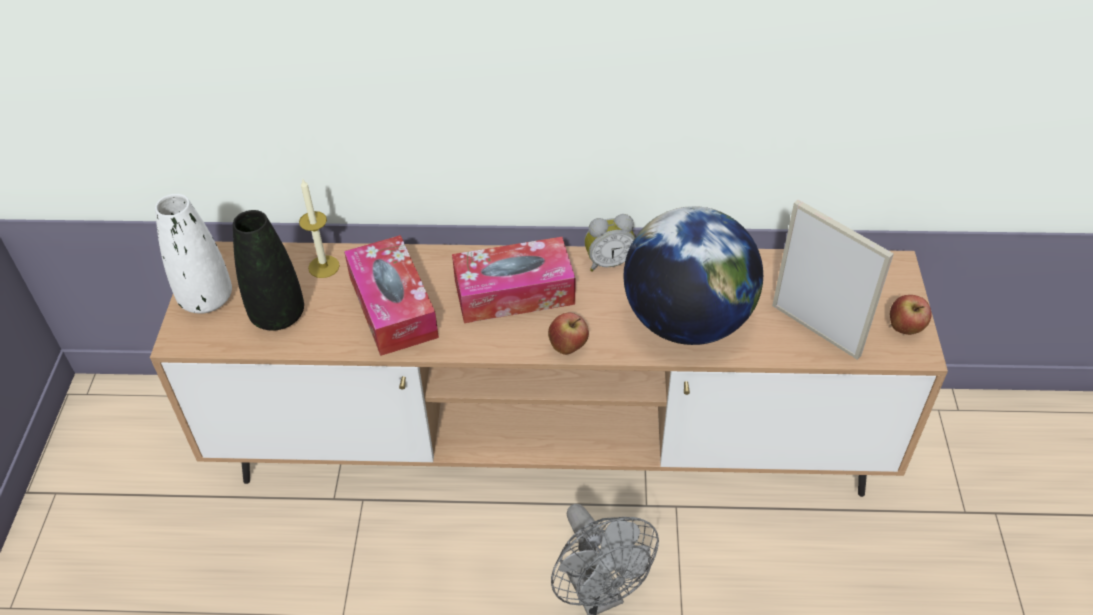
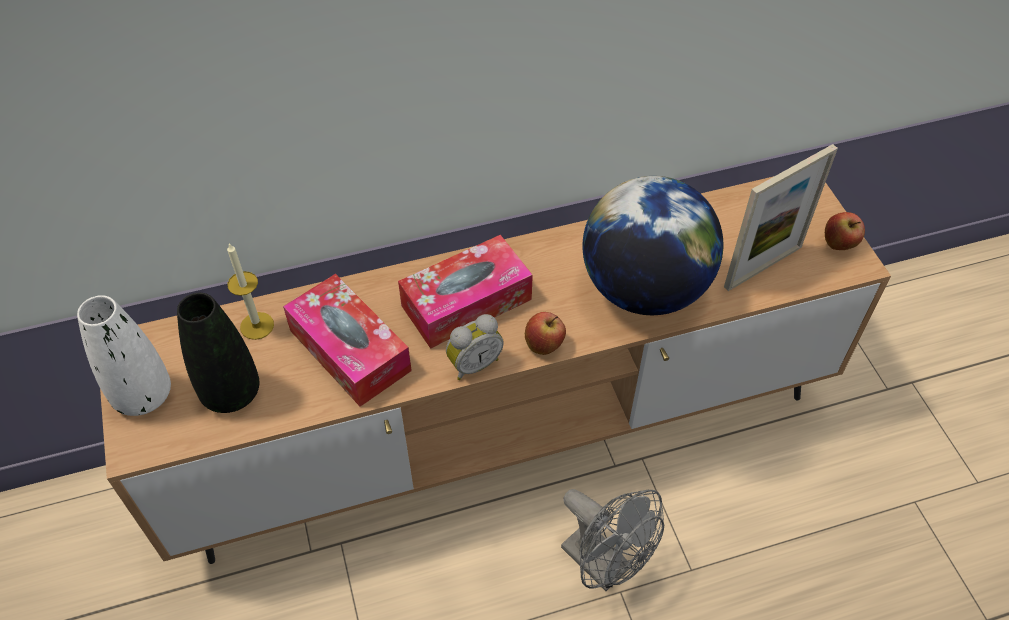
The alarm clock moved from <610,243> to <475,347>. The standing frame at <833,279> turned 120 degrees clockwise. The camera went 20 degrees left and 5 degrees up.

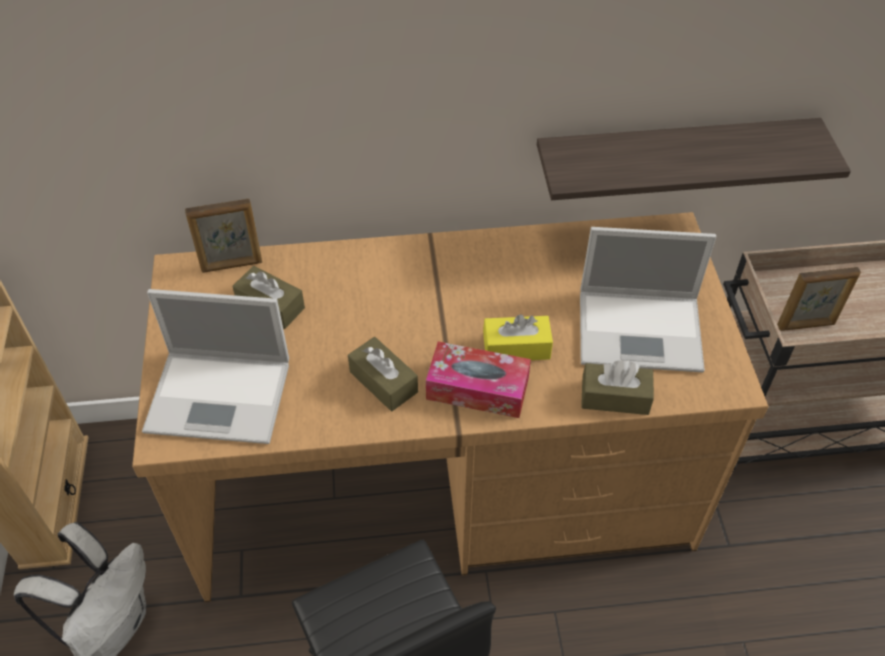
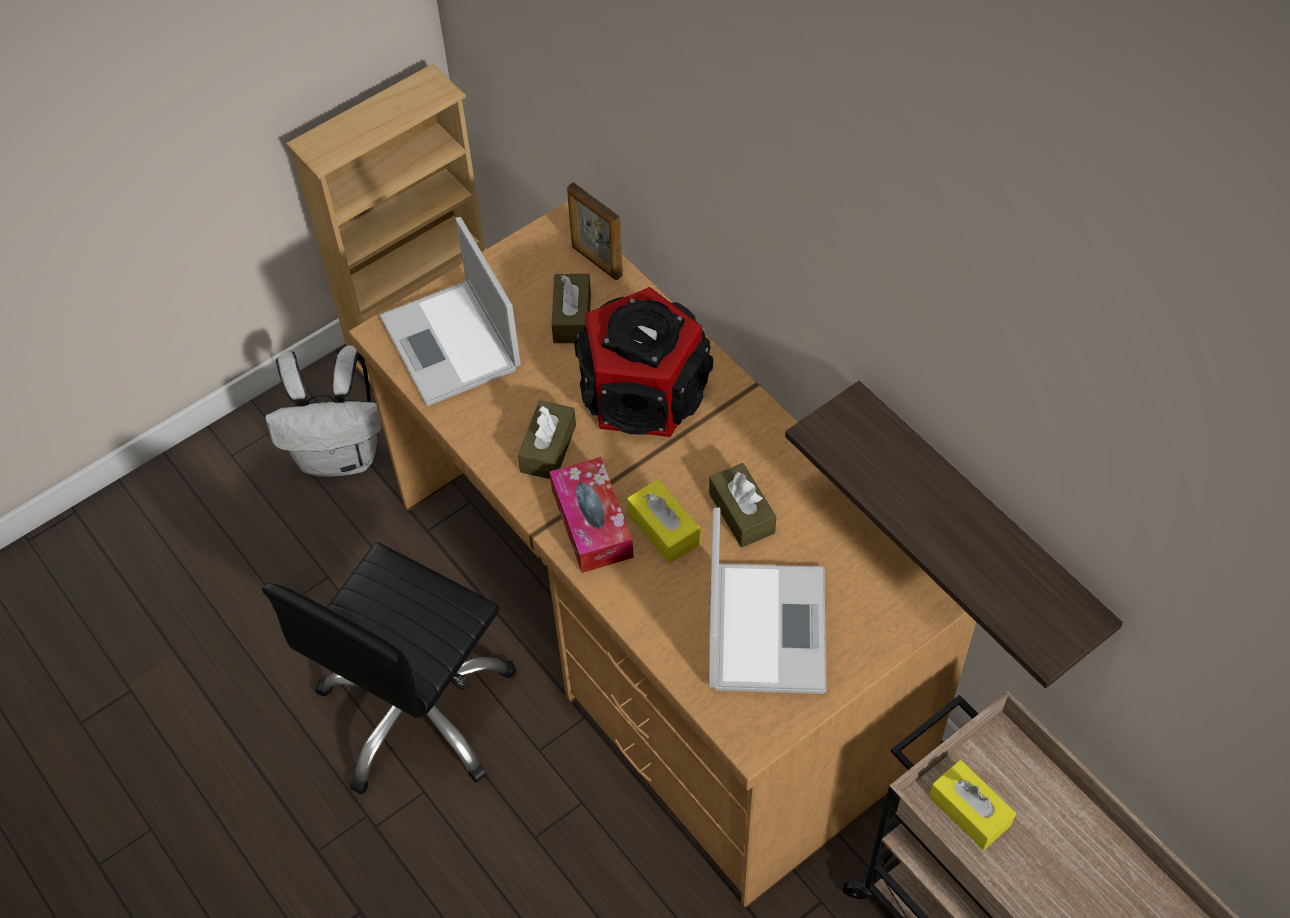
The portable computer at <648,299> turned 150 degrees counterclockwise. The box of tissues/brown moved from <617,387> to <742,505>. The standing frame at <819,299> was replaced by the box of tissues/yellowish at <972,805>. The loudspeaker at <644,362> appeared. The camera went 60 degrees right and 5 degrees up.

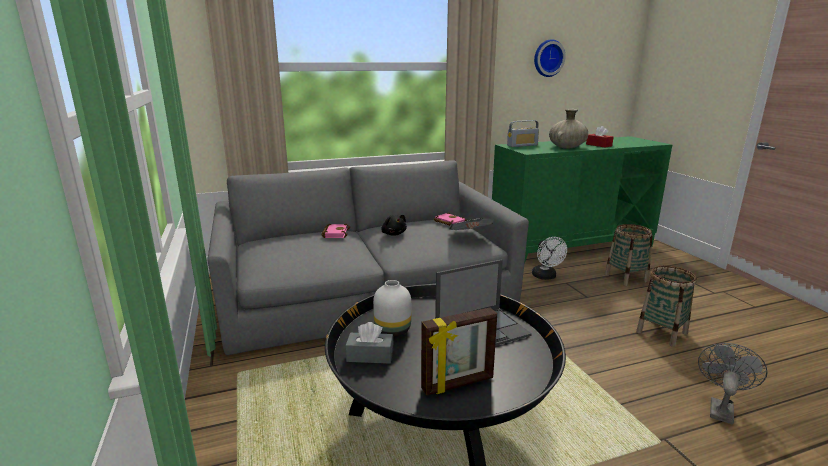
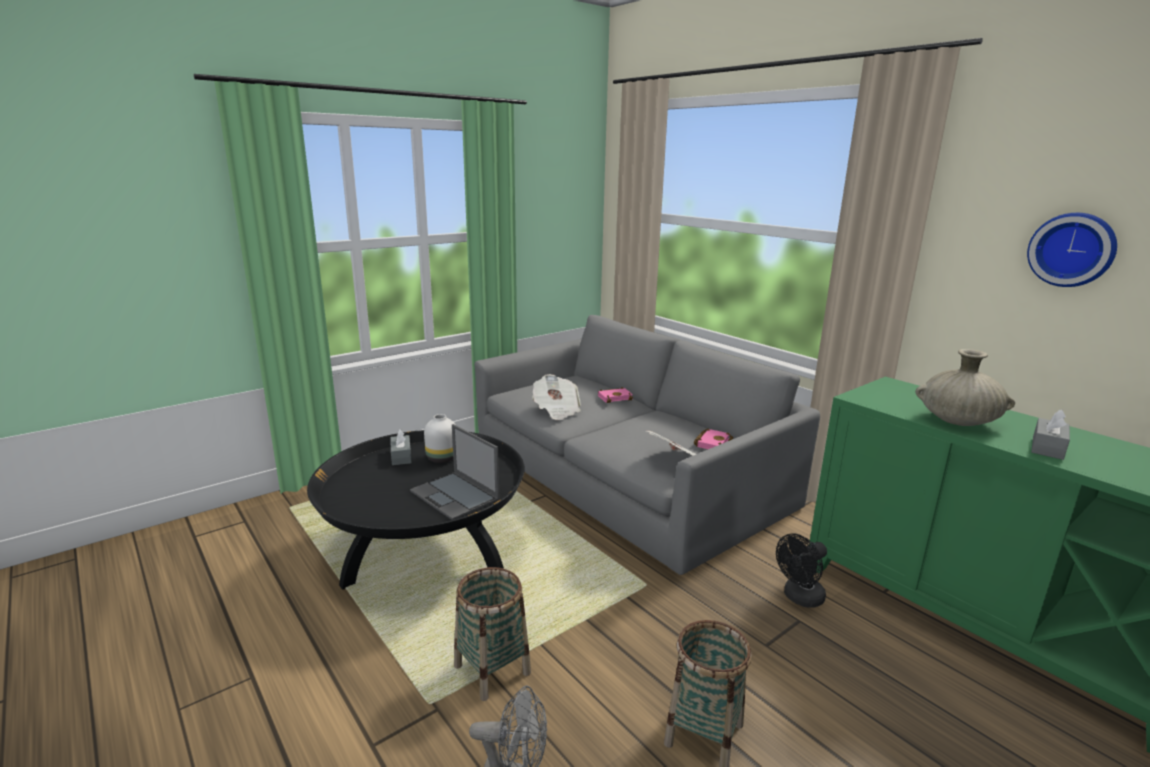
The plush toy/black at <394,225> disappeared. The standing frame at <459,351> disappeared. The radio set at <523,133> disappeared. The electric fan/white at <549,258> became the electric fan/black at <801,571>. The box of tissues/red at <599,136> became the box of tissues/grey at <1050,435>. The household basket moved from <628,255> to <492,634>. The daily paper at <556,397> appeared. The camera went 70 degrees right and 0 degrees up.

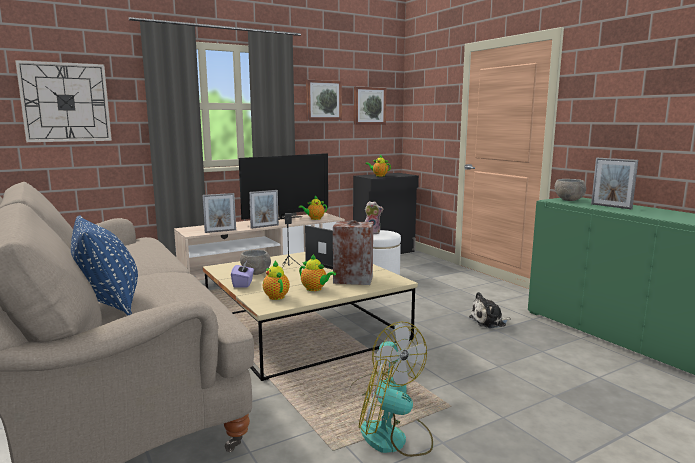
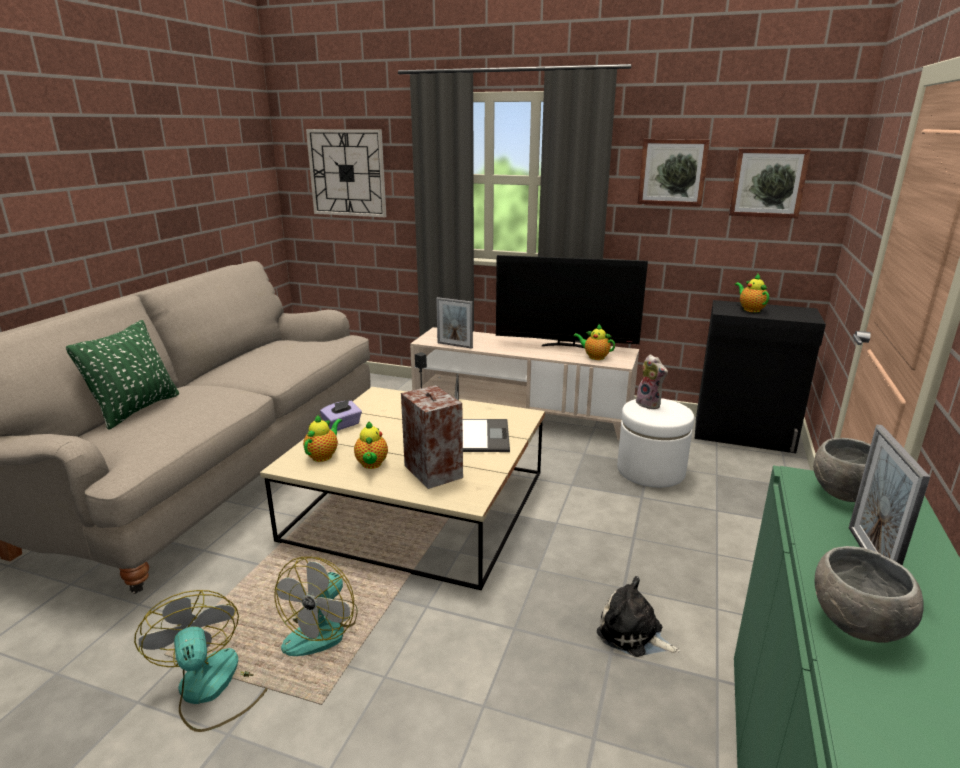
The pillow/blue at <104,265> became the pillow/greenish at <122,375>. The serving bowl/grey moved from <255,262> to <869,594>. The standing frame at <264,209> disappeared. The camera went 50 degrees right and 10 degrees up.

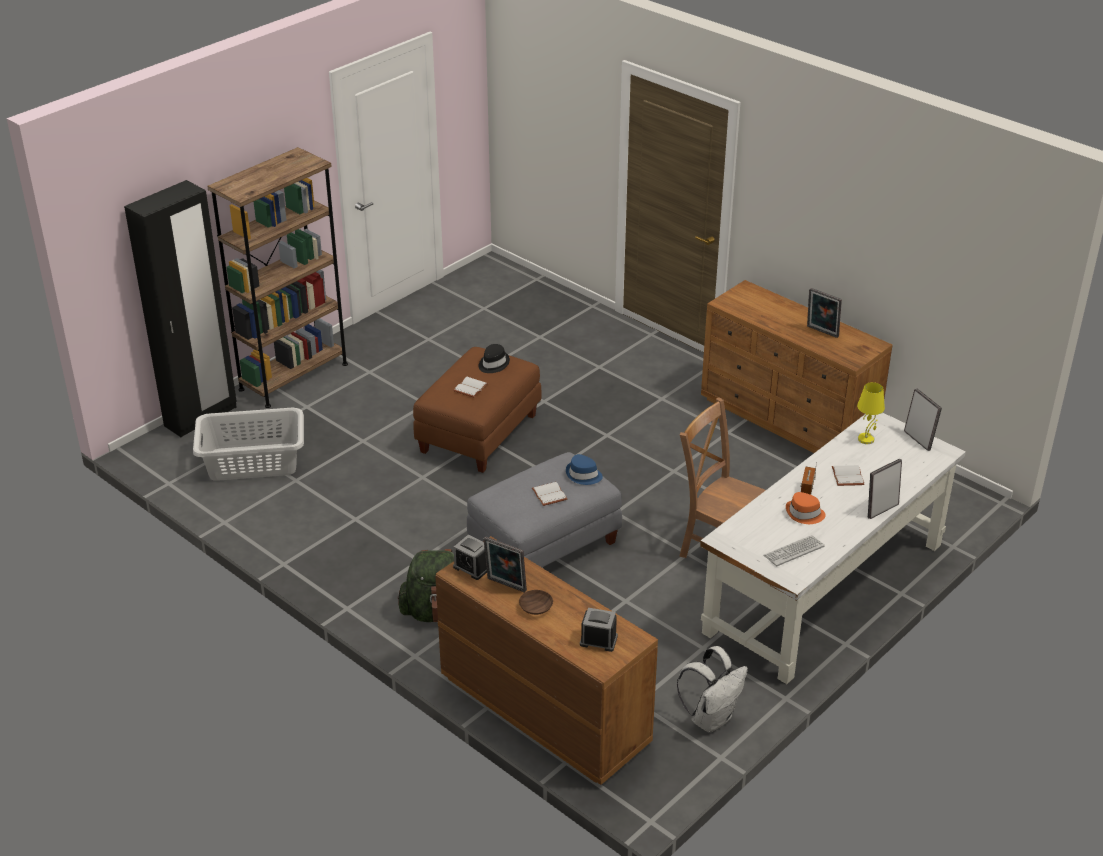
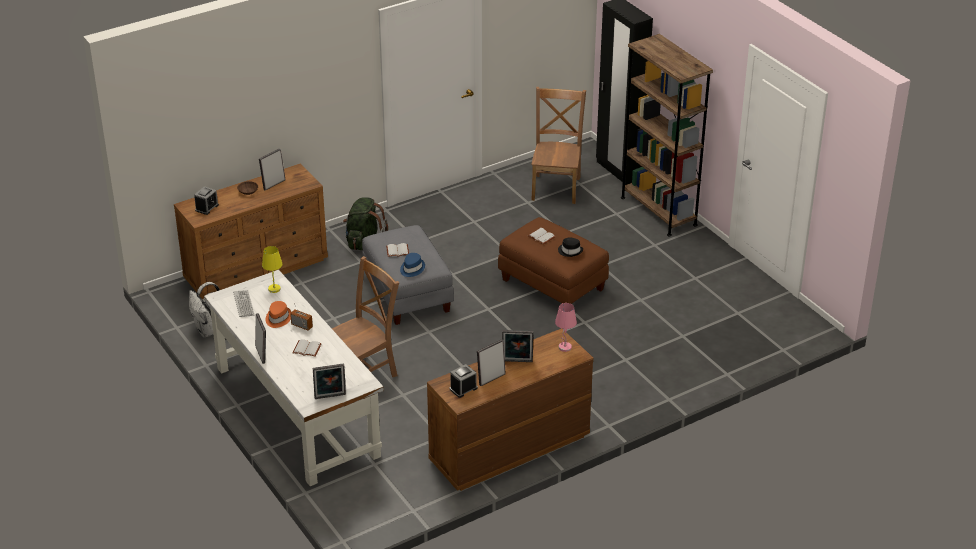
The hamper/grey at <248,444> was replaced by the upright chair/brown at <558,145>. The alarm clock moved from <470,557> to <464,381>. The table lamp/yellowish moved from <871,413> to <272,269>. The standing frame at <517,346> appeared. The table lamp/pink at <566,327> appeared. The camera went 105 degrees right and 0 degrees up.

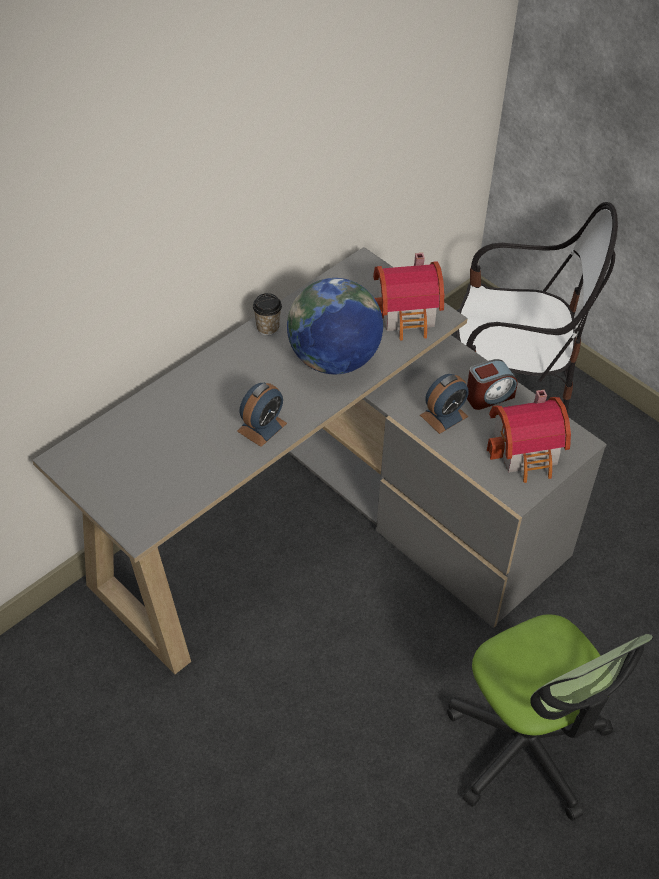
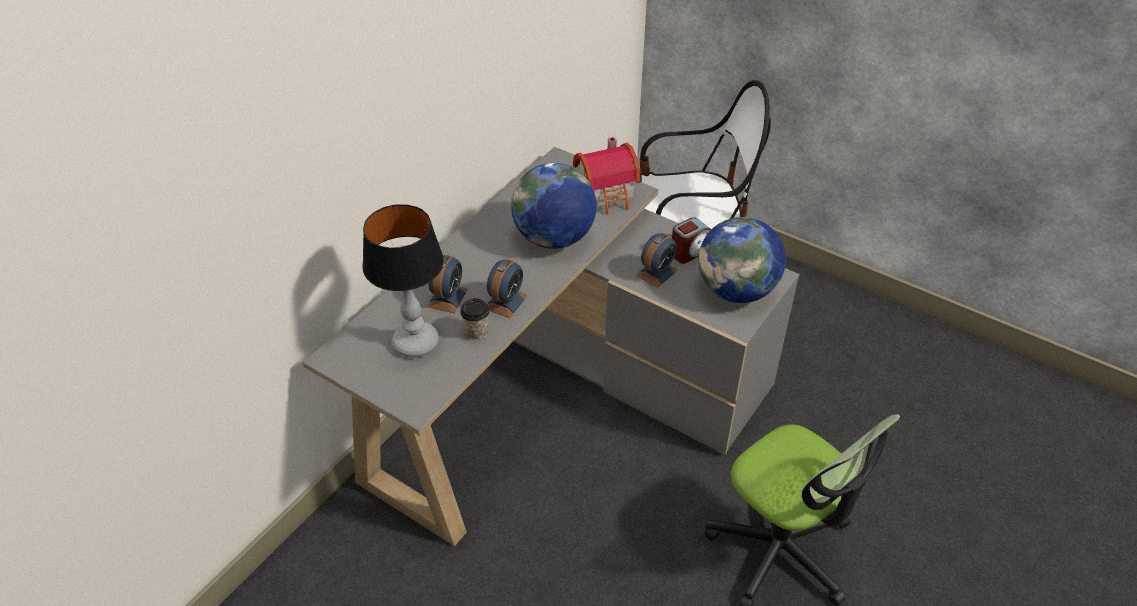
The small cup moved from <267,314> to <475,319>. The toy house at <529,436> was replaced by the globe at <742,260>. The table lamp at <403,280> appeared. The alarm clock at <447,284> appeared. The camera went 10 degrees left and 5 degrees down.

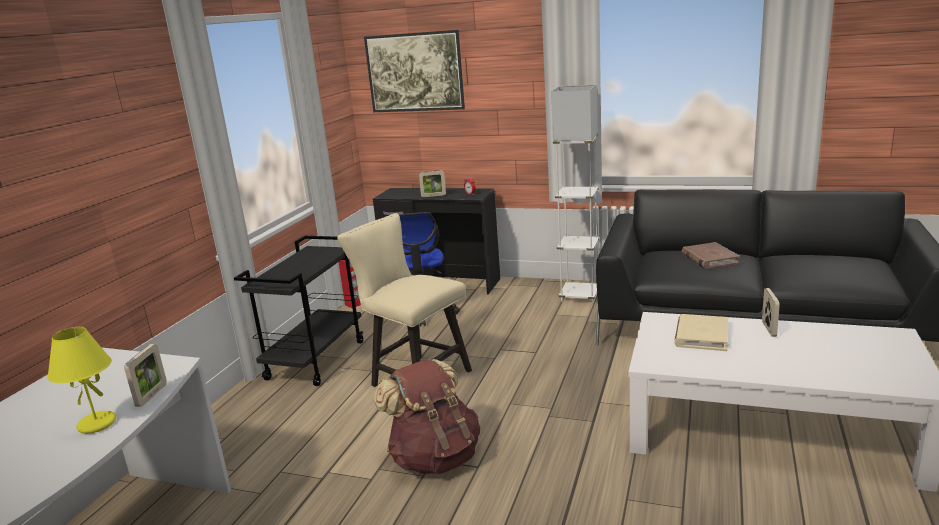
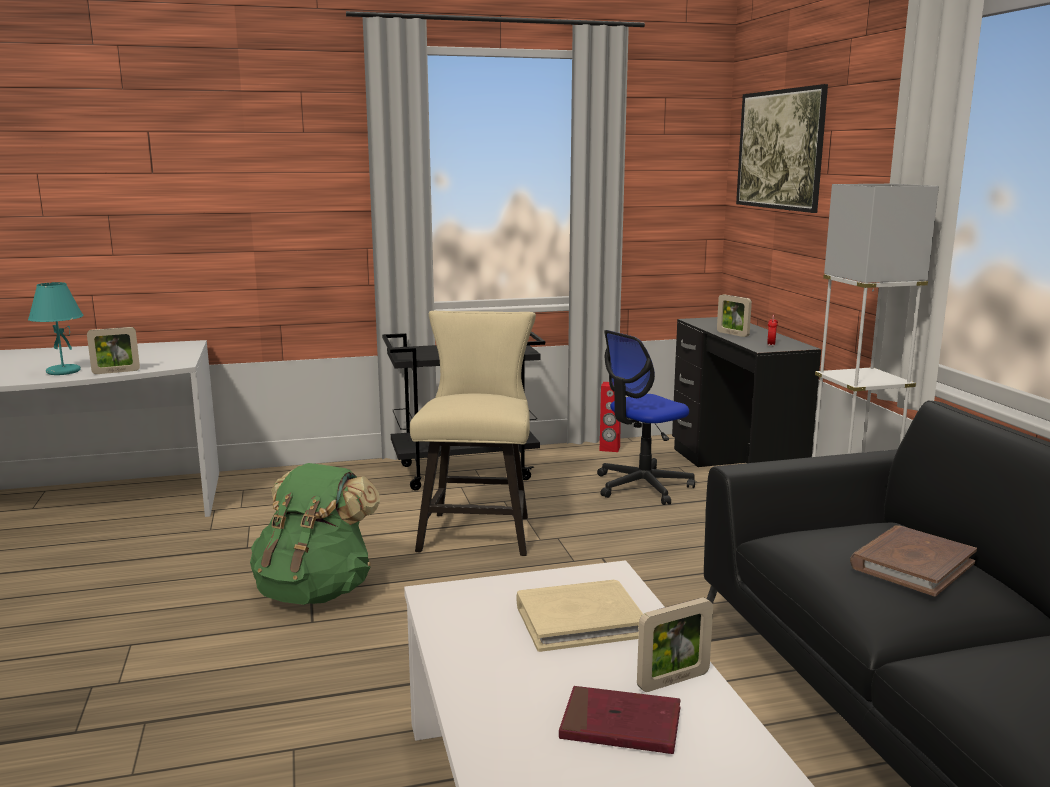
The table lamp/yellowish at <81,380> became the table lamp/turquoise-coloured at <56,328>. The rucksack/brown at <427,416> became the rucksack/greenish at <315,534>. The volume/red at <620,720> appeared. The camera went 55 degrees right and 5 degrees down.

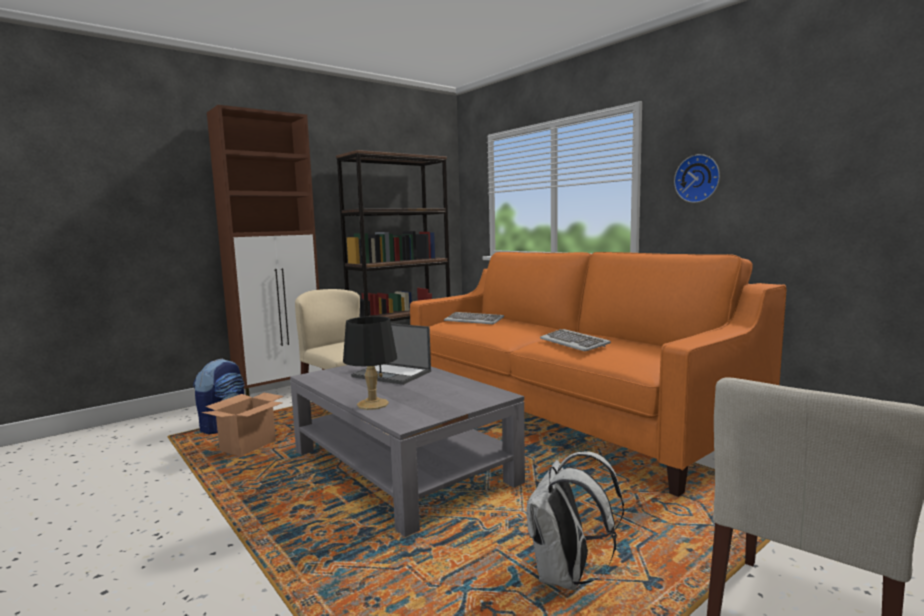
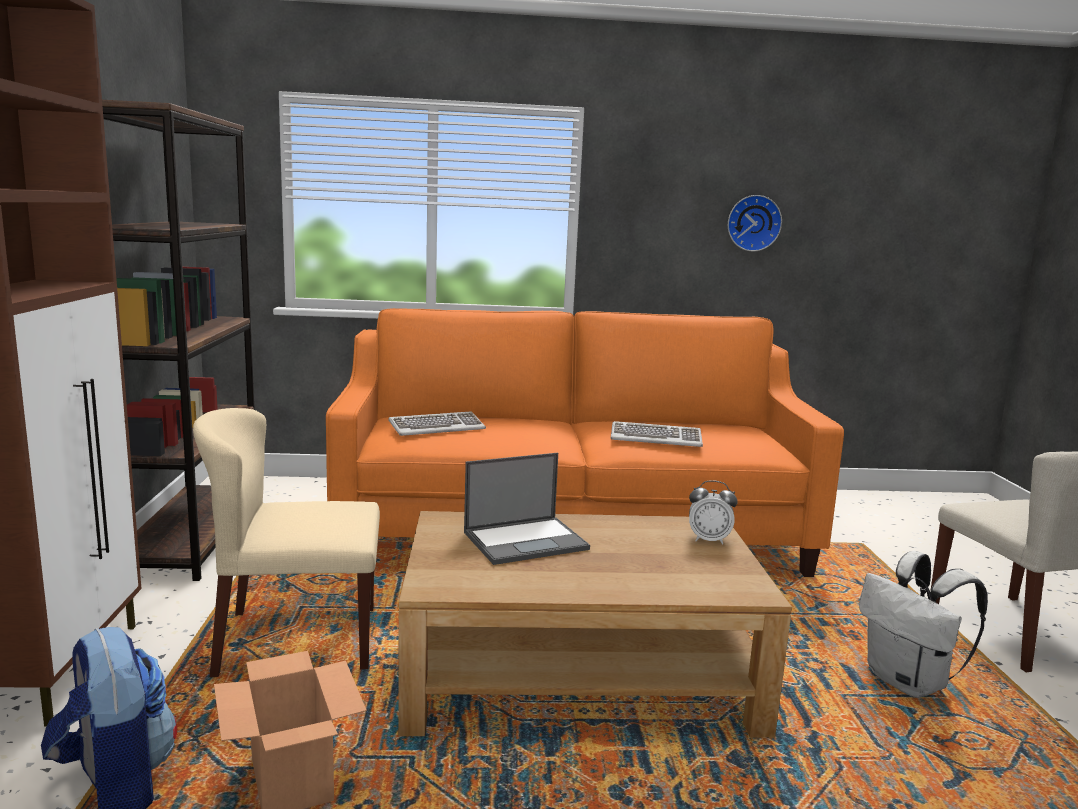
The coffee table/grey at <407,451> became the coffee table/brown at <595,624>. The table lamp/black at <370,363> disappeared. The hanging clock moved from <697,178> to <755,223>. The alarm clock at <713,512> appeared. The camera went 55 degrees left and 5 degrees up.

